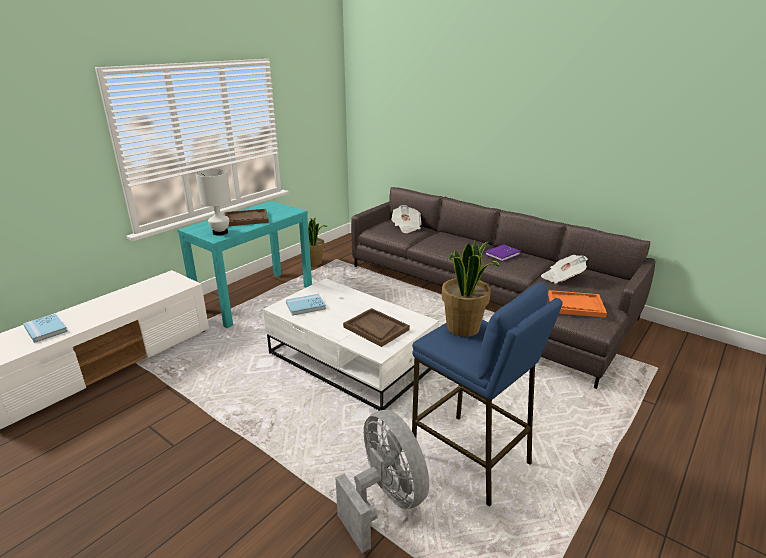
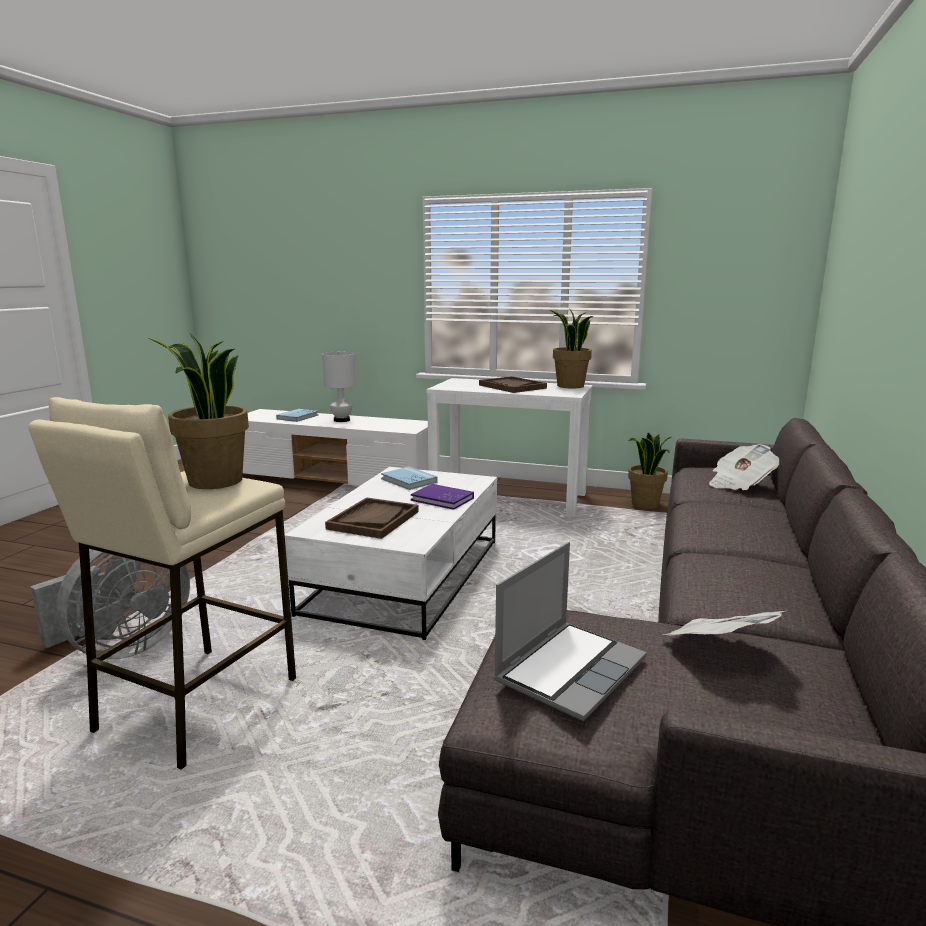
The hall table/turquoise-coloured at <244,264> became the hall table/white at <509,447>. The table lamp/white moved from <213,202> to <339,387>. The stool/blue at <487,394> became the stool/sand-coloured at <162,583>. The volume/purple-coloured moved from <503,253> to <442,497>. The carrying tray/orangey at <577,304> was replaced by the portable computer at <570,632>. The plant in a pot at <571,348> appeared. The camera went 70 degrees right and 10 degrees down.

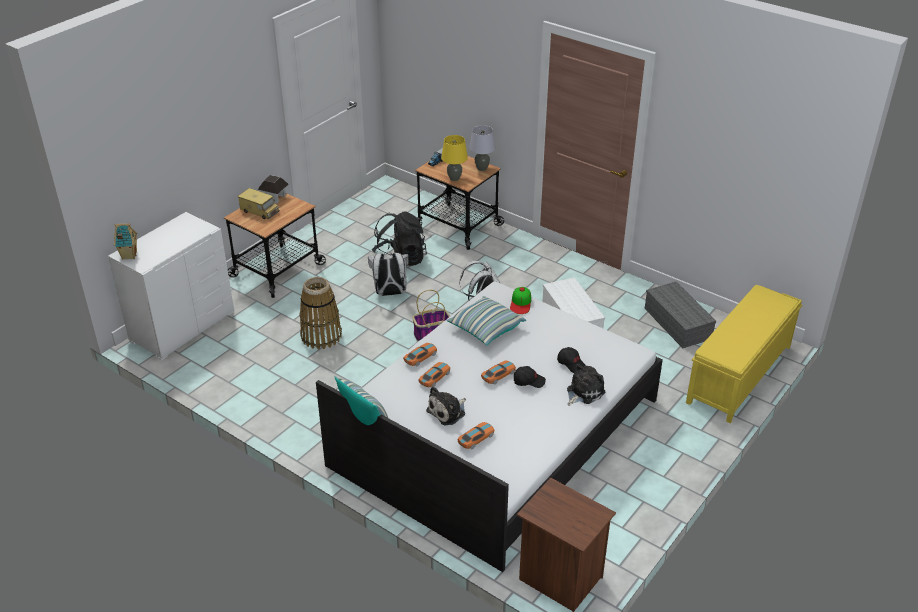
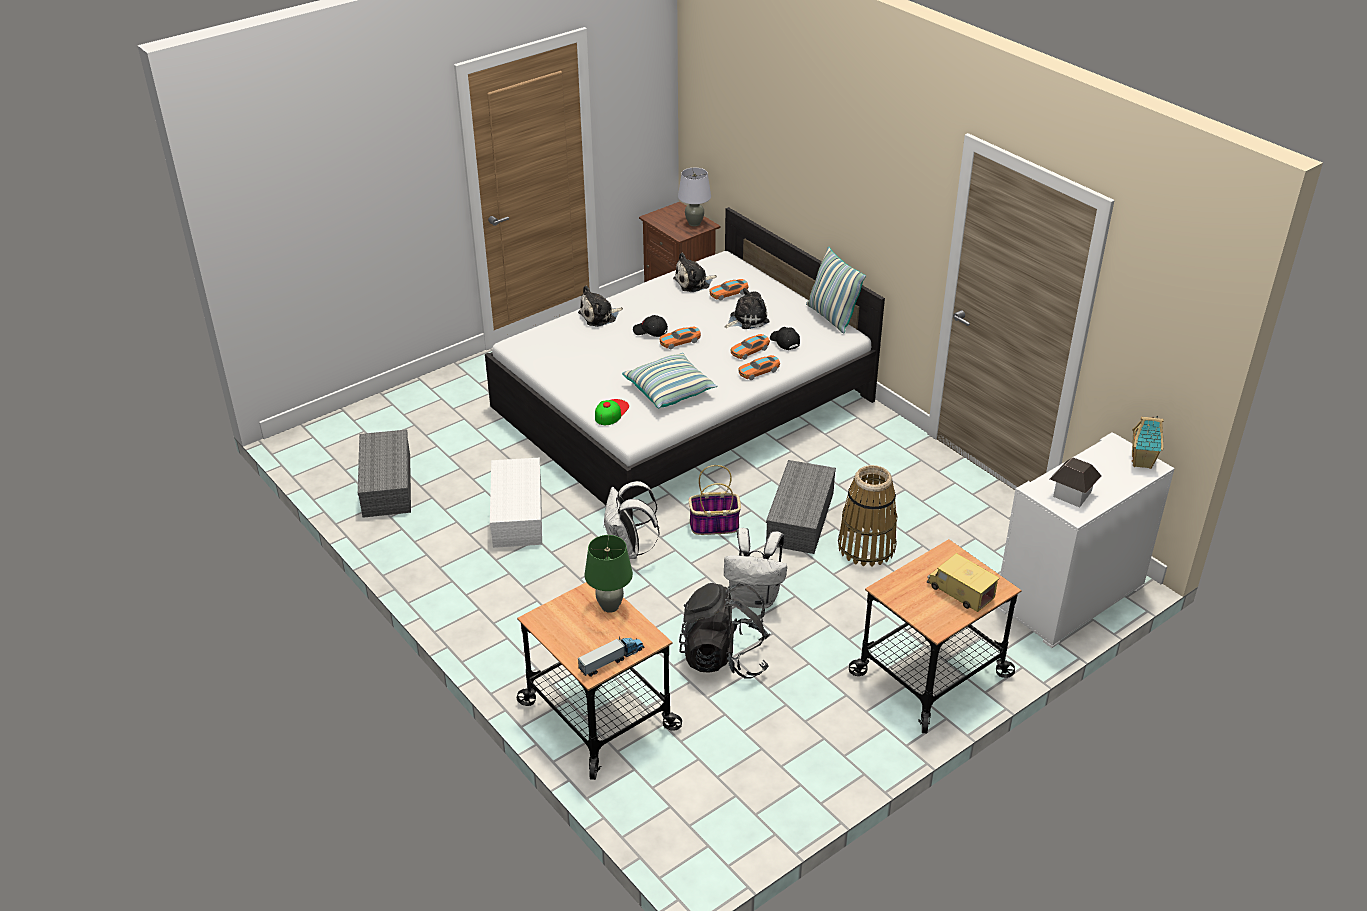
The toy house moved from <273,189> to <1075,482>. The table lamp/yellowish at <454,158> became the table lamp/greenish at <608,574>. The table lamp/grey moved from <482,148> to <694,197>. The cap/black moved from <571,360> to <785,338>. The indoor bench/yellowish at <744,354> disappeared. The plush toy at <695,272> appeared. The storage container/grey at <801,507> appeared. The camera went 165 degrees left and 0 degrees up.

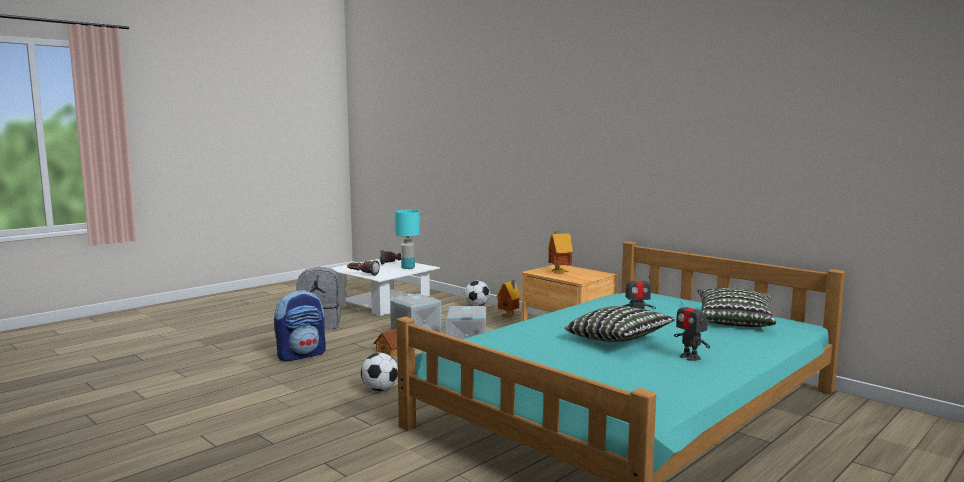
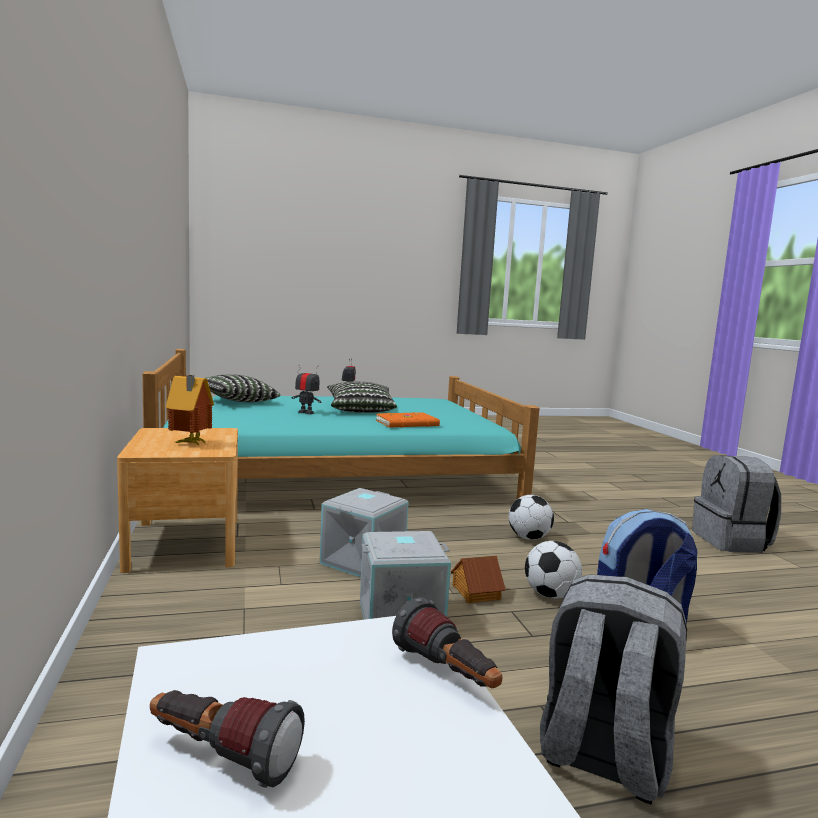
The table lamp/turquoise-coloured at <407,239> disappeared. The football ball moved from <477,293> to <553,569>. The toy house at <508,298> disappeared. The volume/orangey at <408,420> appeared. The rucksack/grey at <736,504> appeared. The camera went 150 degrees left and 0 degrees up.

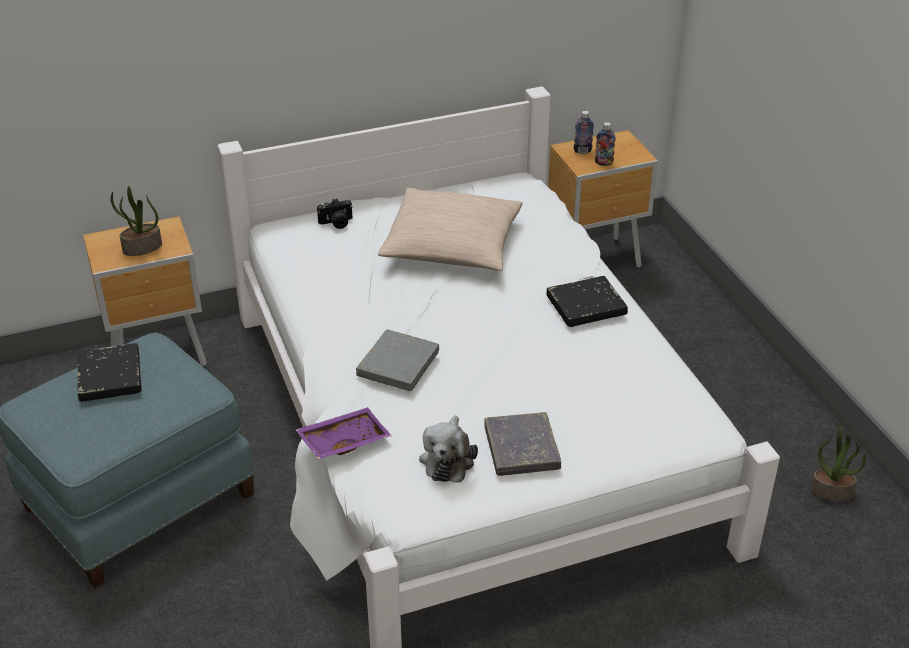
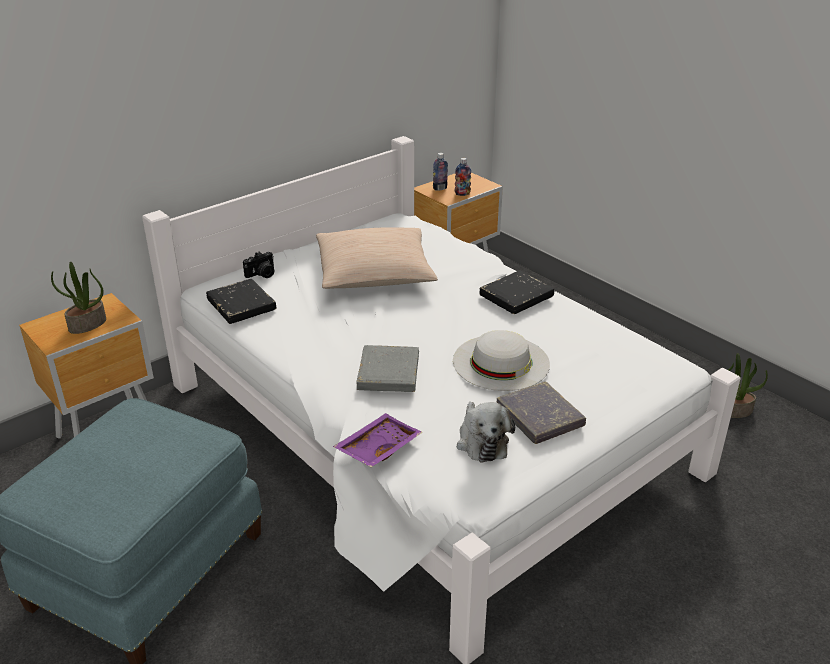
The volume/black moved from <109,372> to <241,301>. The hat/white at <501,360> appeared. The camera went 20 degrees left and 5 degrees down.

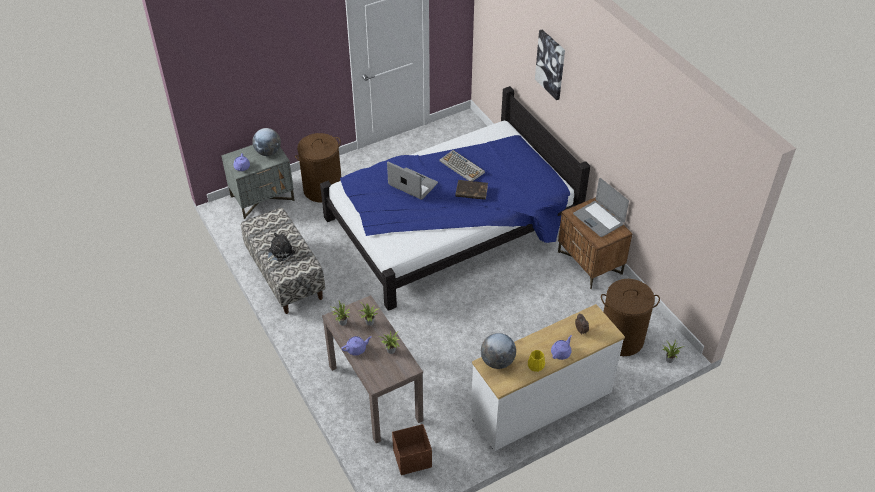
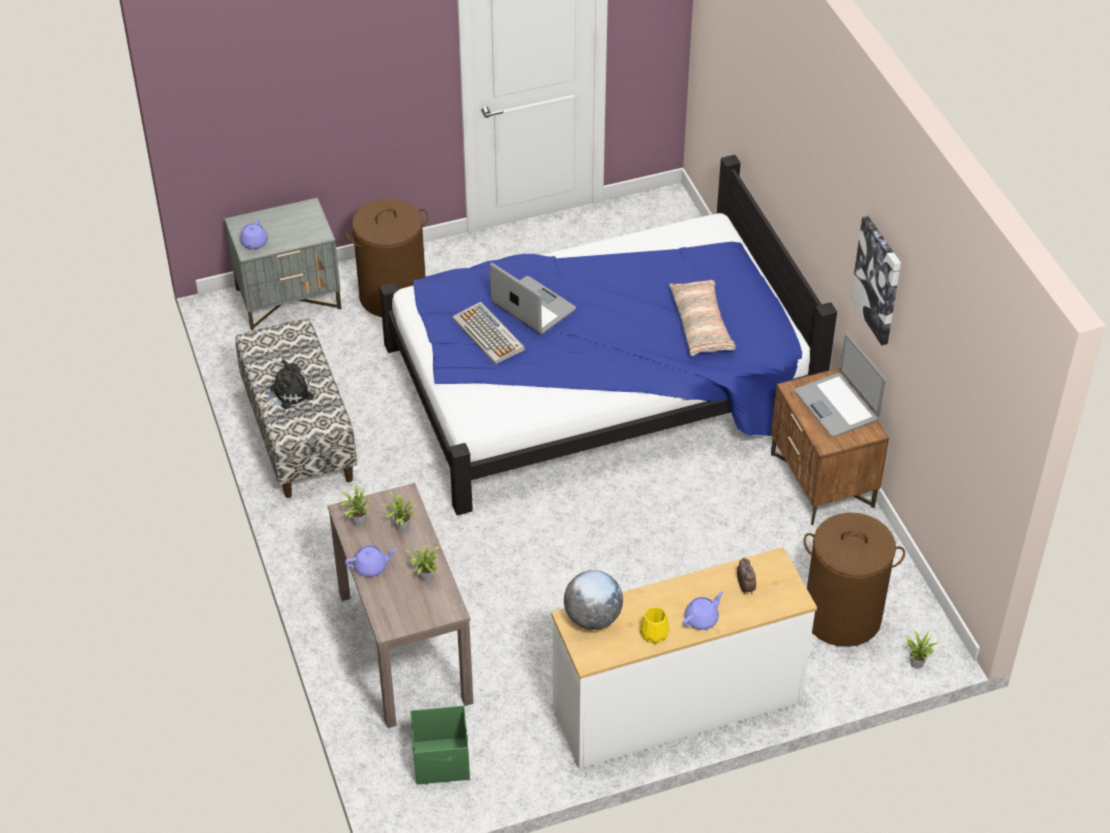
The globe at <266,142> disappeared. The storage container/brown at <412,449> became the storage container/greenish at <440,745>. The keyboard moved from <462,165> to <488,333>. The volume/brown at <471,190> disappeared. The wall picture moved from <550,65> to <876,280>. The pillow at <702,318> appeared. The camera went 10 degrees right and 0 degrees up.

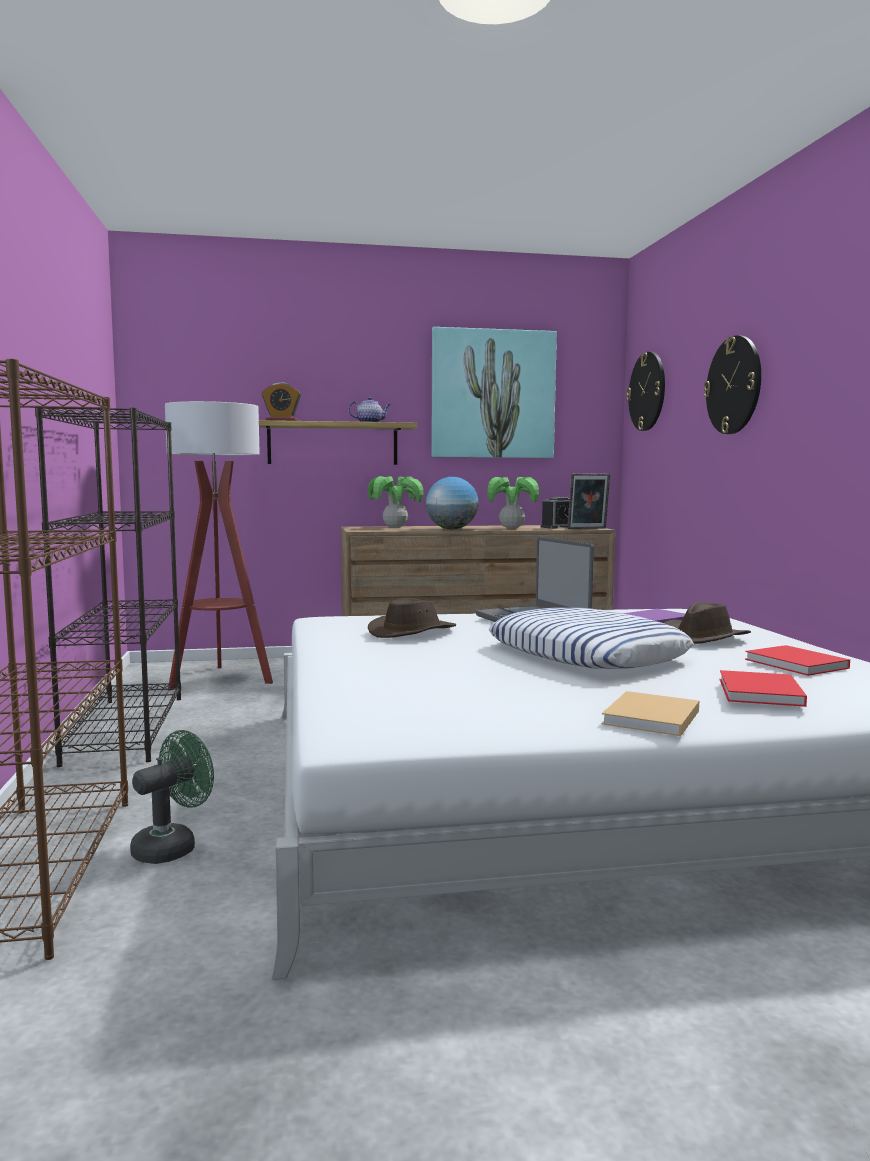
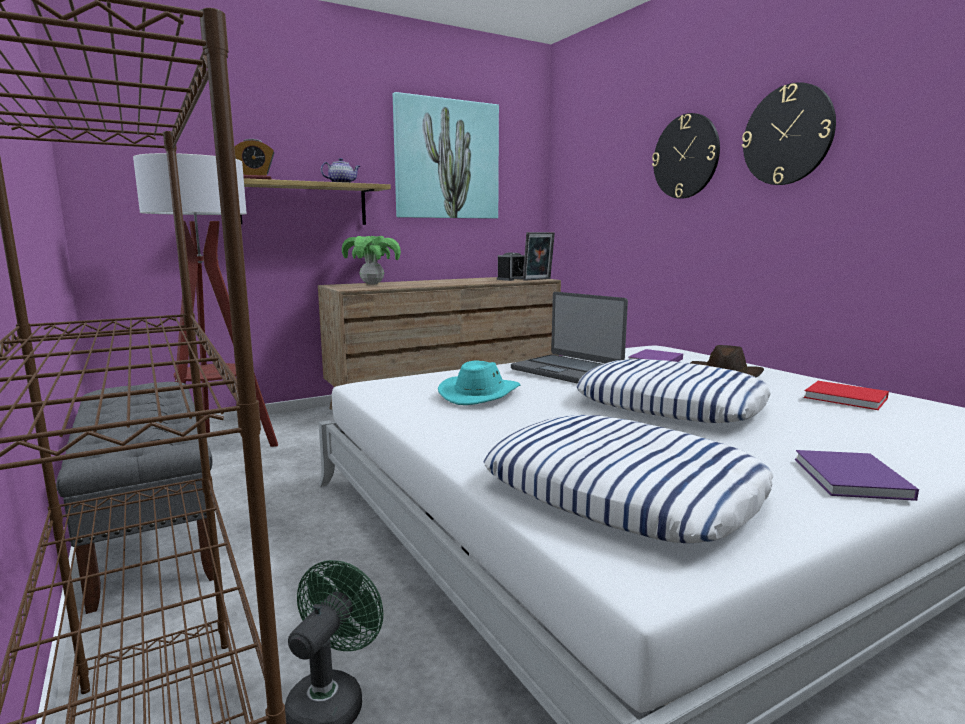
The bookcase/black at <108,587> was replaced by the indoor bench/grey at <135,498>. The hat/brown at <412,618> became the hat/turquoise-coloured at <479,383>. The globe at <452,503> disappeared. The plant in a pot at <513,503> disappeared. The volume/sand-coloured at <650,713> became the volume/purple-coloured at <857,475>. The hanging clock moved from <645,391> to <789,133>. The volume/red at <763,688> disappeared. The pillow at <629,479> appeared. The camera went 20 degrees left and 5 degrees up.

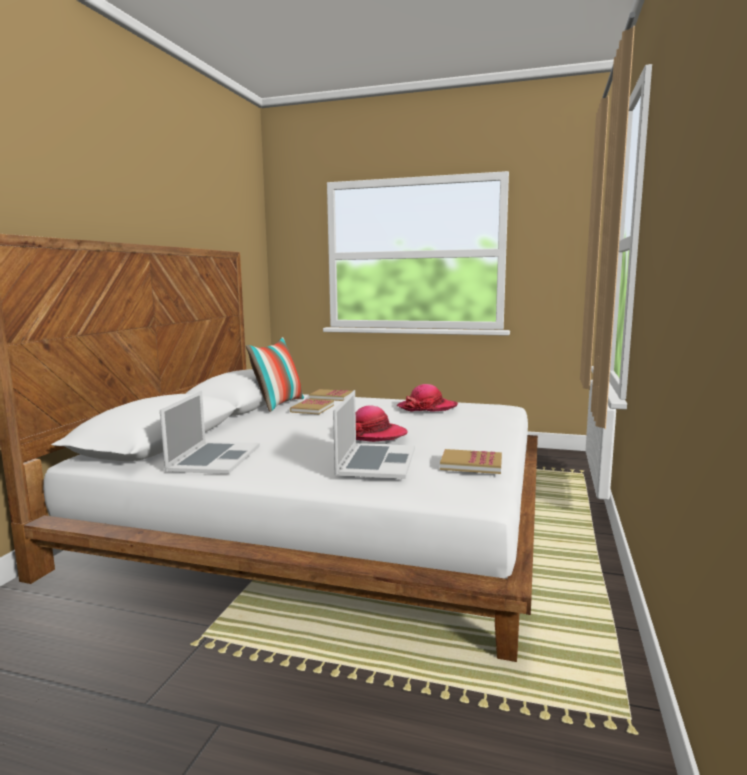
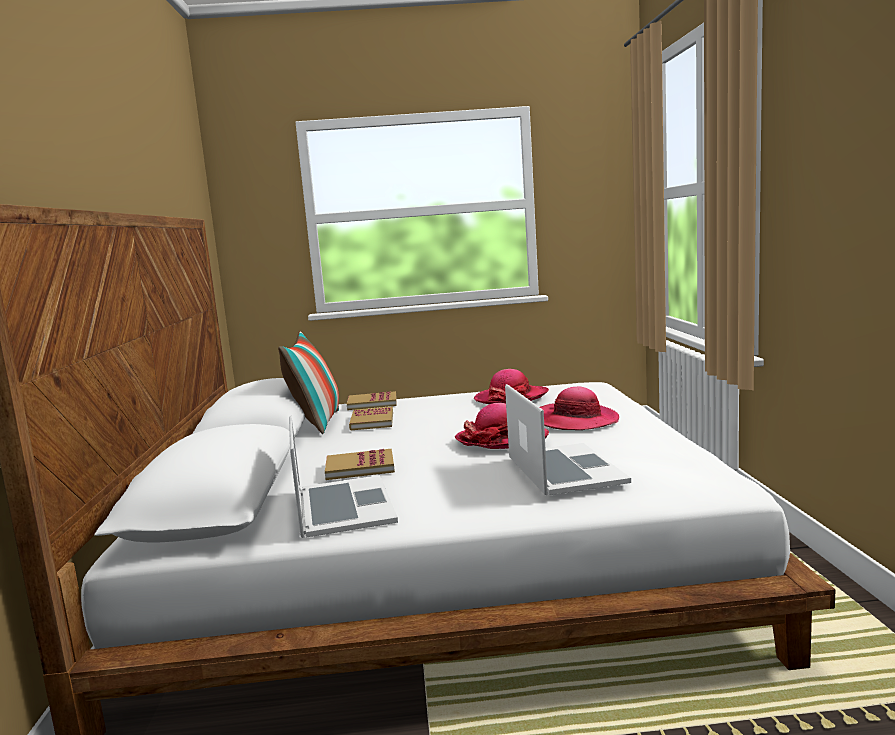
The volume moved from <471,461> to <360,464>. The hat at <579,408> appeared. The camera went 20 degrees left and 0 degrees up.

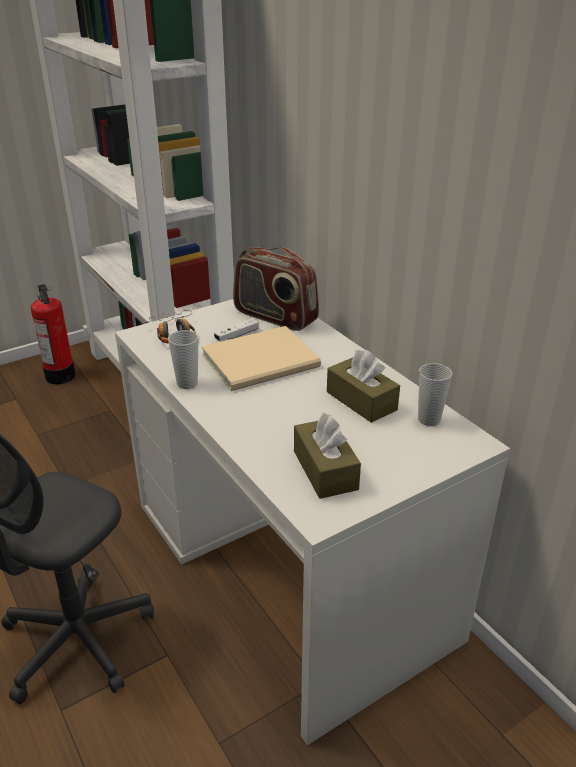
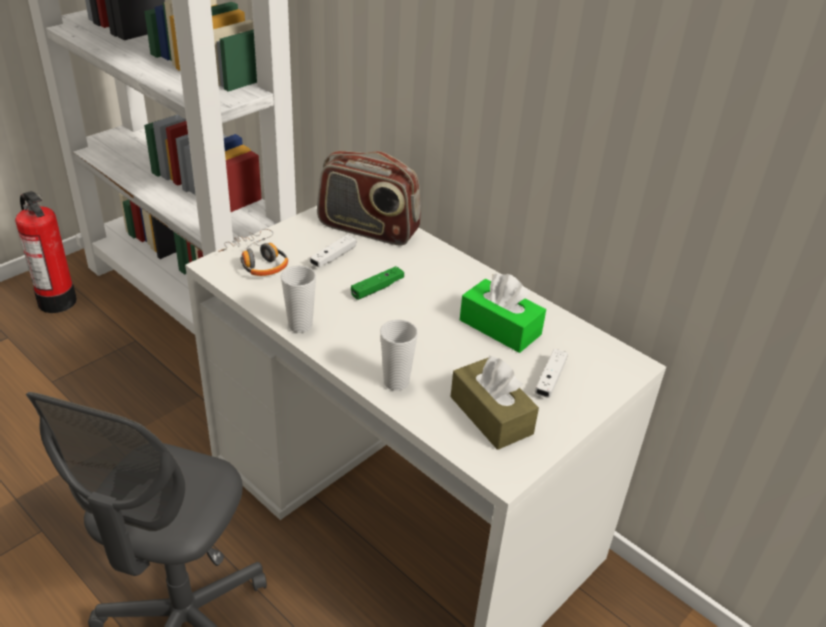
The volume/sand-coloured at <261,358> was replaced by the gamepad/greenish at <377,283>. The box of tissues/brown at <363,386> became the box of tissues/greenish at <503,313>. The small cup moved from <435,394> to <399,355>. The gamepad/white at <551,373> appeared. The camera went 15 degrees left and 5 degrees up.

